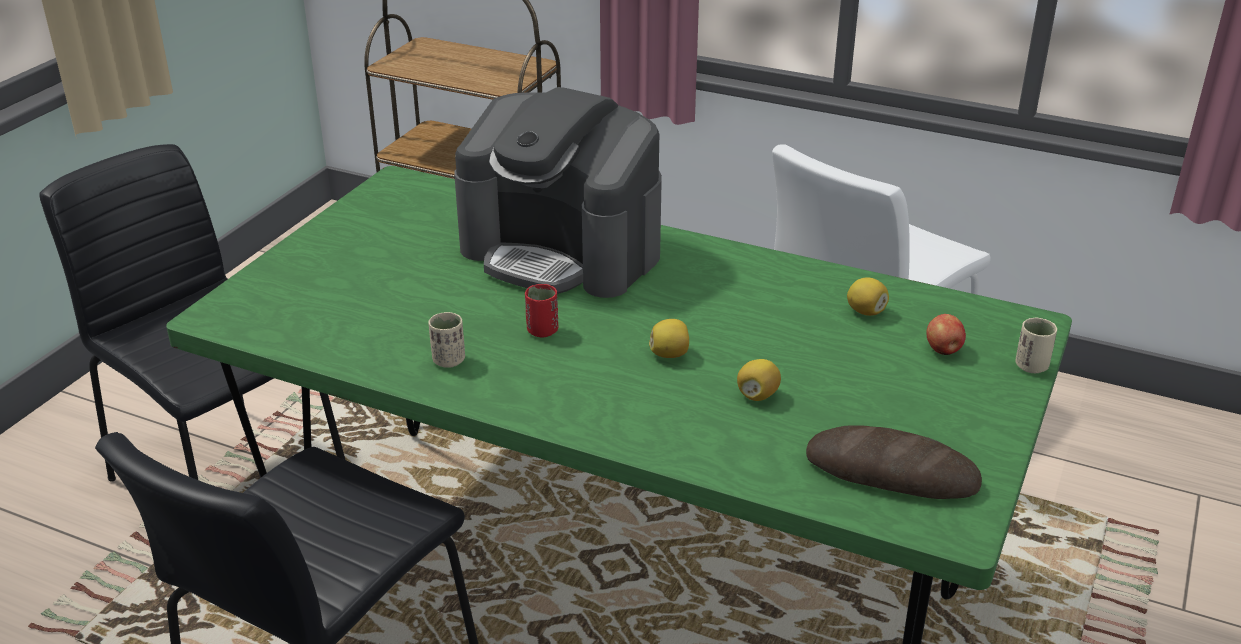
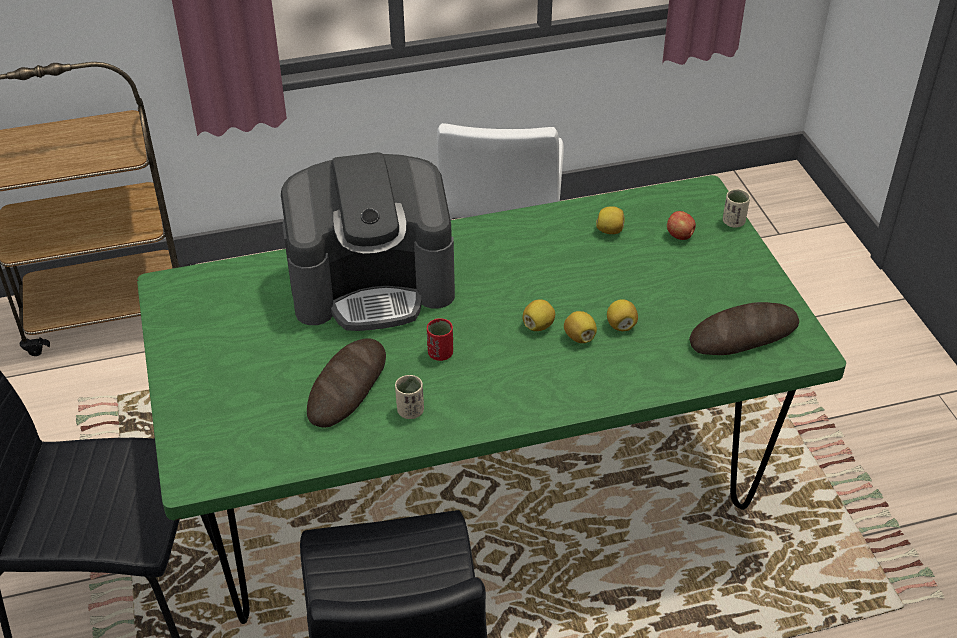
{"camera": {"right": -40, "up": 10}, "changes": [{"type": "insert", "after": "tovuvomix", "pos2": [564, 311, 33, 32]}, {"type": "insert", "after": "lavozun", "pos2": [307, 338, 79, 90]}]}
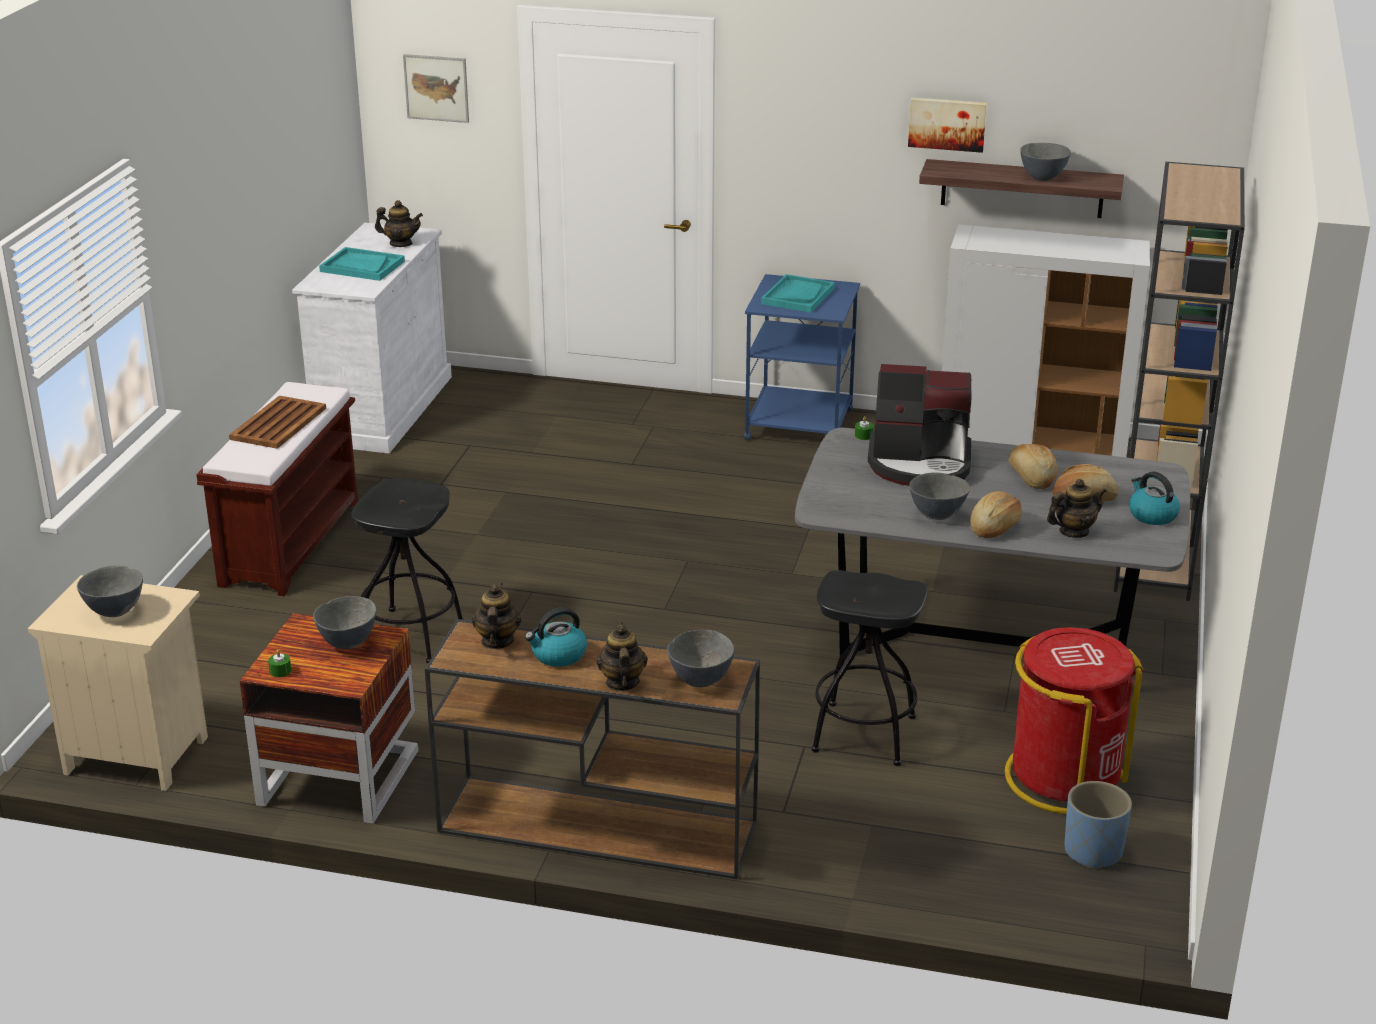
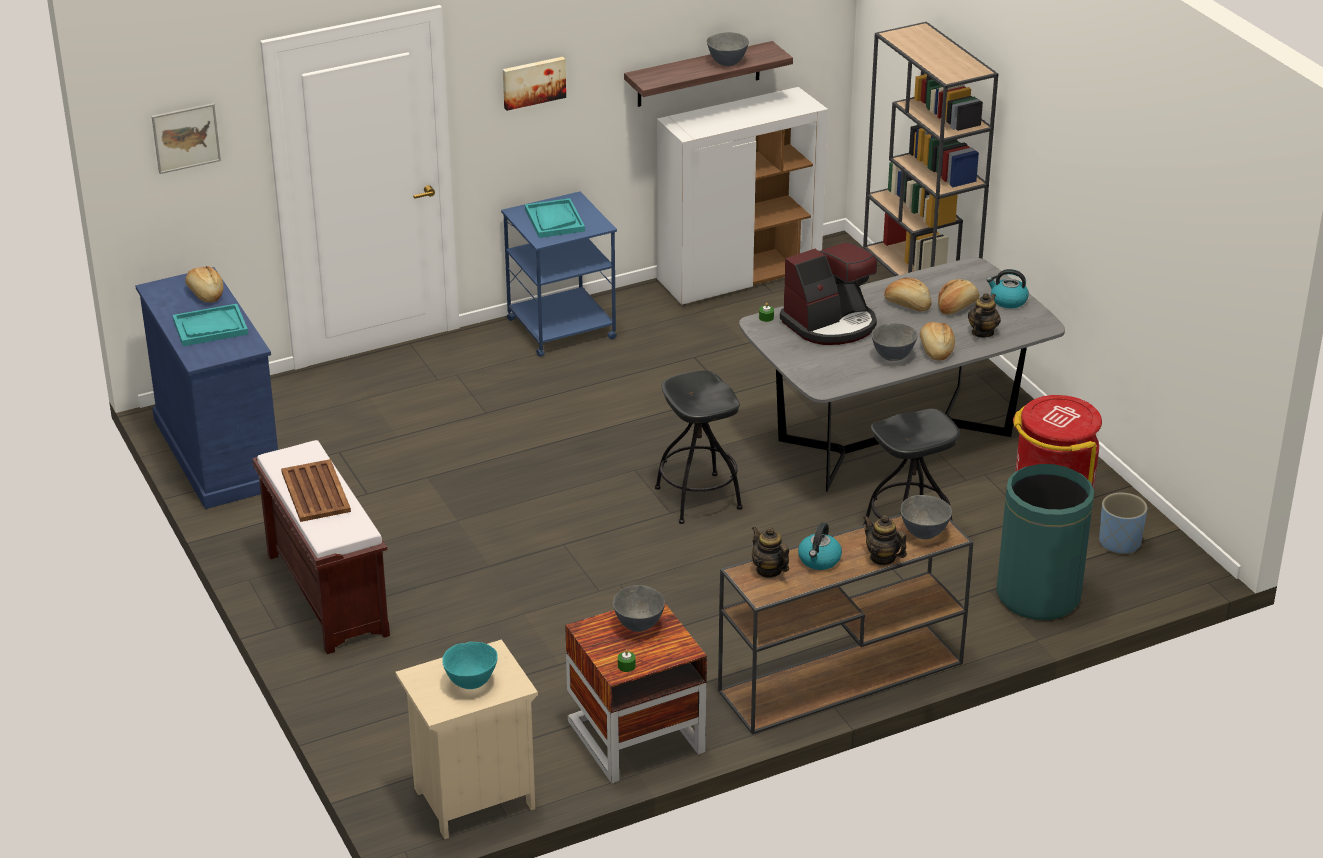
{"camera": {"right": -40, "up": 5}, "changes": [{"type": "move", "before": "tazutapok", "pos1": [908, 97, 79, 56], "pos2": [503, 57, 63, 54]}, {"type": "replace", "before": "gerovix", "after": "lavozun", "pos1": [375, 200, 48, 47], "pos2": [185, 266, 38, 37]}, {"type": "recolor", "before": "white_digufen", "after": "blue_digufen", "pos1": [292, 223, 160, 231], "pos2": [136, 267, 142, 242]}, {"type": "move", "before": "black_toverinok", "pos1": [351, 478, 113, 186], "pos2": [655, 370, 88, 154]}, {"type": "recolor", "before": "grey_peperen", "after": "turquoise_peperen", "pos1": [77, 565, 66, 52], "pos2": [442, 642, 56, 47]}, {"type": "insert", "after": "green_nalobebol", "pos2": [996, 464, 98, 156]}]}
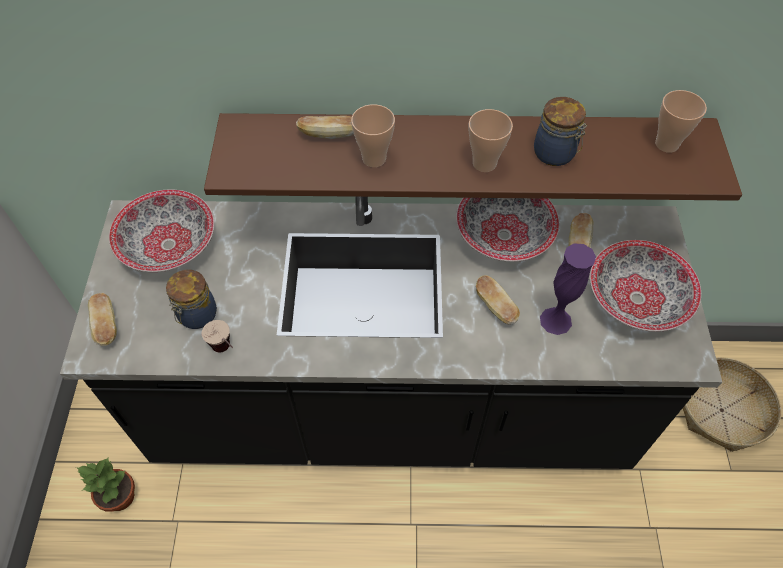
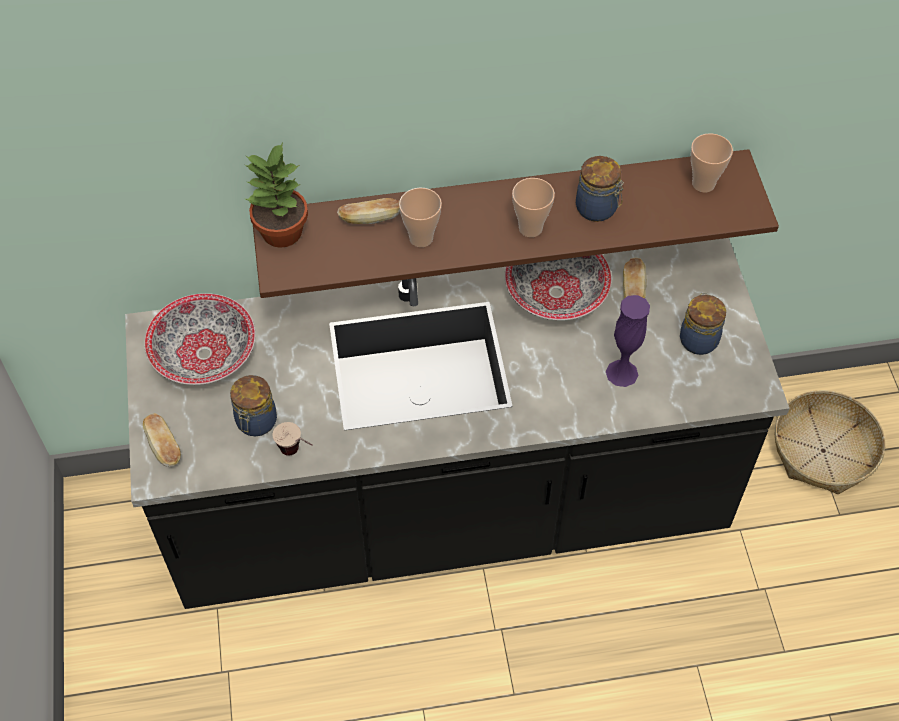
{"camera": {"right": -10, "up": 0}, "changes": [{"type": "replace", "before": "peperen", "after": "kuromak", "pos1": [590, 240, 111, 92], "pos2": [680, 292, 46, 63]}, {"type": "delete", "before": "lavozun", "pos1": [476, 275, 44, 49]}, {"type": "move", "before": "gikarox", "pos1": [76, 457, 59, 54], "pos2": [245, 143, 63, 105]}]}
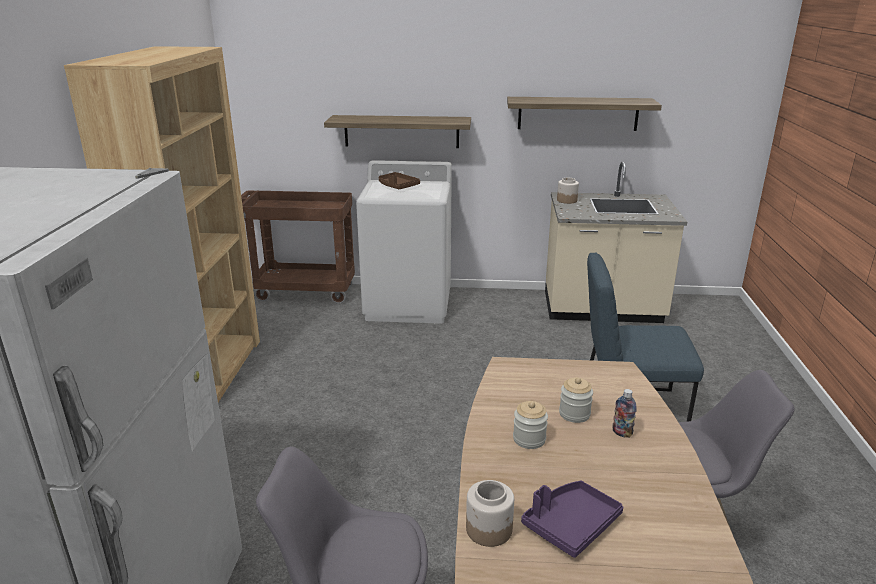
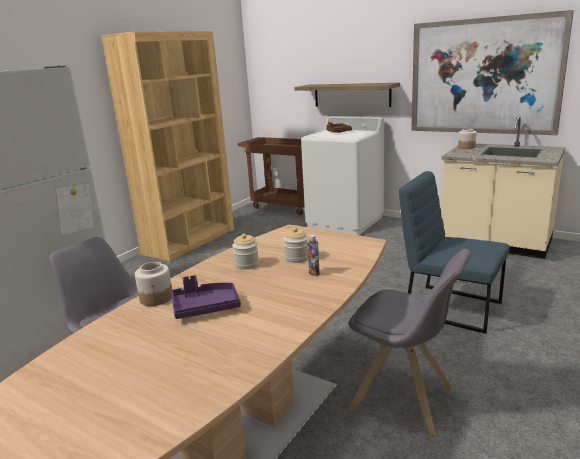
{"camera": {"right": 30, "up": -5}, "changes": [{"type": "replace", "before": "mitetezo", "after": "tazutapok", "pos1": [507, 97, 155, 34], "pos2": [411, 10, 163, 125]}]}
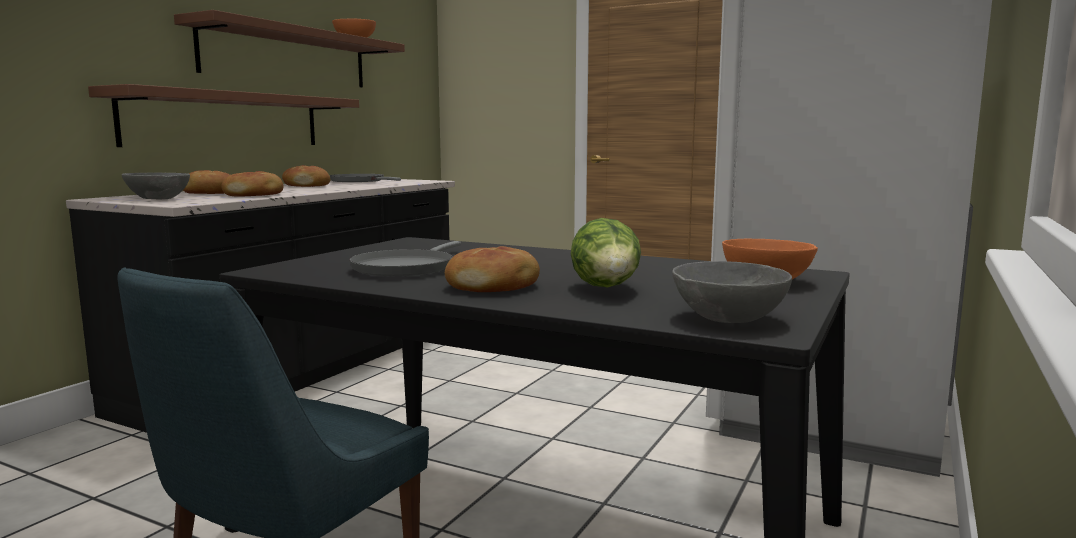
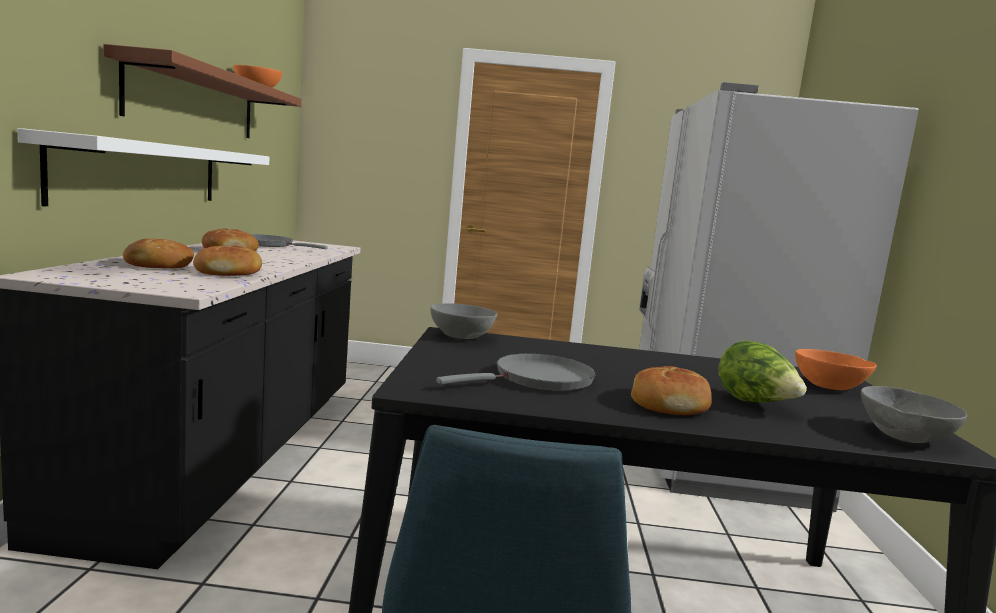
{"camera": {"right": -25, "up": 0}, "changes": [{"type": "recolor", "before": "brown_mitetezo", "after": "white_mitetezo", "pos1": [88, 84, 271, 63], "pos2": [18, 128, 251, 78]}, {"type": "move", "before": "grey_peperen", "pos1": [122, 173, 68, 26], "pos2": [430, 303, 67, 36]}, {"type": "rotate", "before": "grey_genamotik", "pos1": [349, 241, 112, 35], "pos2": [436, 354, 160, 37], "turn": -120}]}
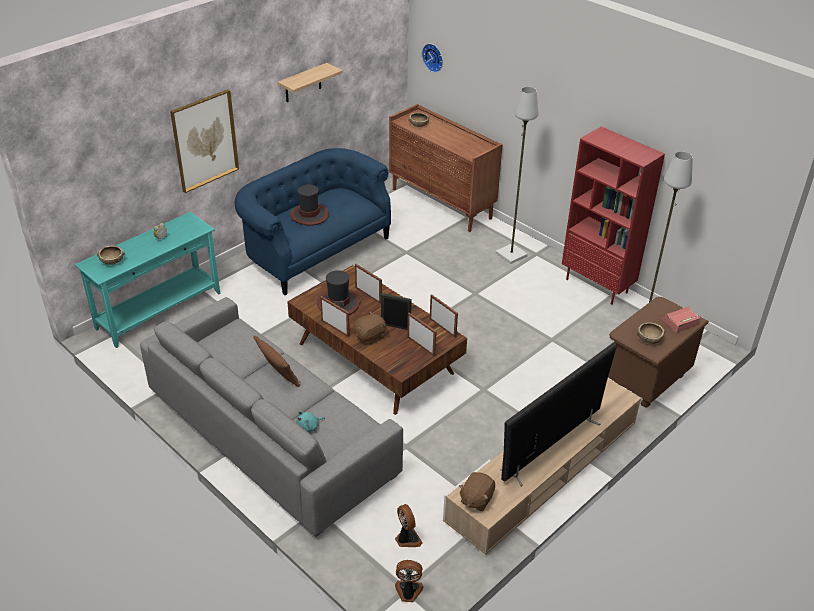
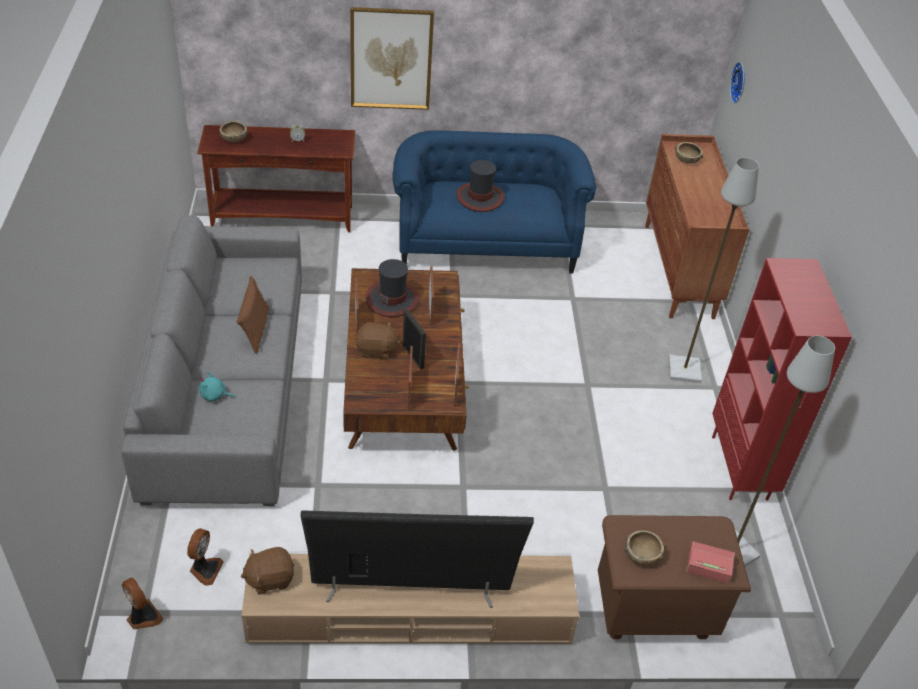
{"camera": {"right": 40, "up": 5}, "changes": [{"type": "delete", "before": "mitetezo", "pos1": [278, 63, 65, 39]}, {"type": "recolor", "before": "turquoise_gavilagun", "after": "brown_gavilagun", "pos1": [75, 212, 145, 136], "pos2": [197, 125, 158, 108]}]}
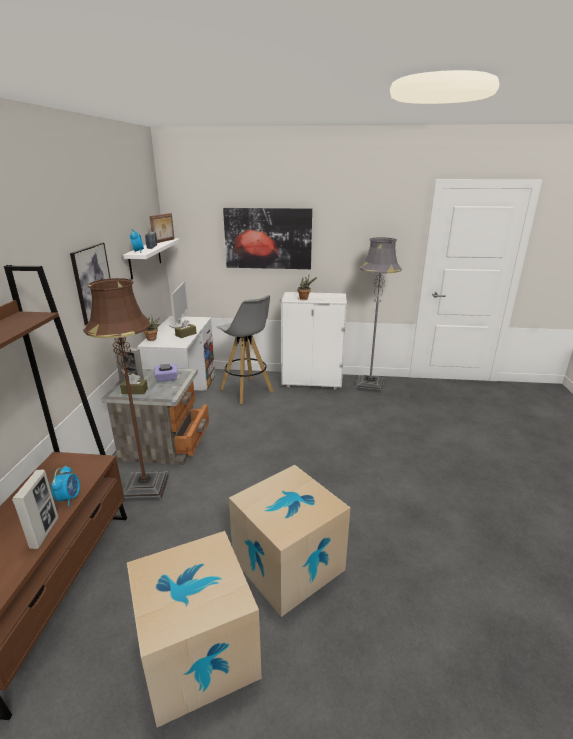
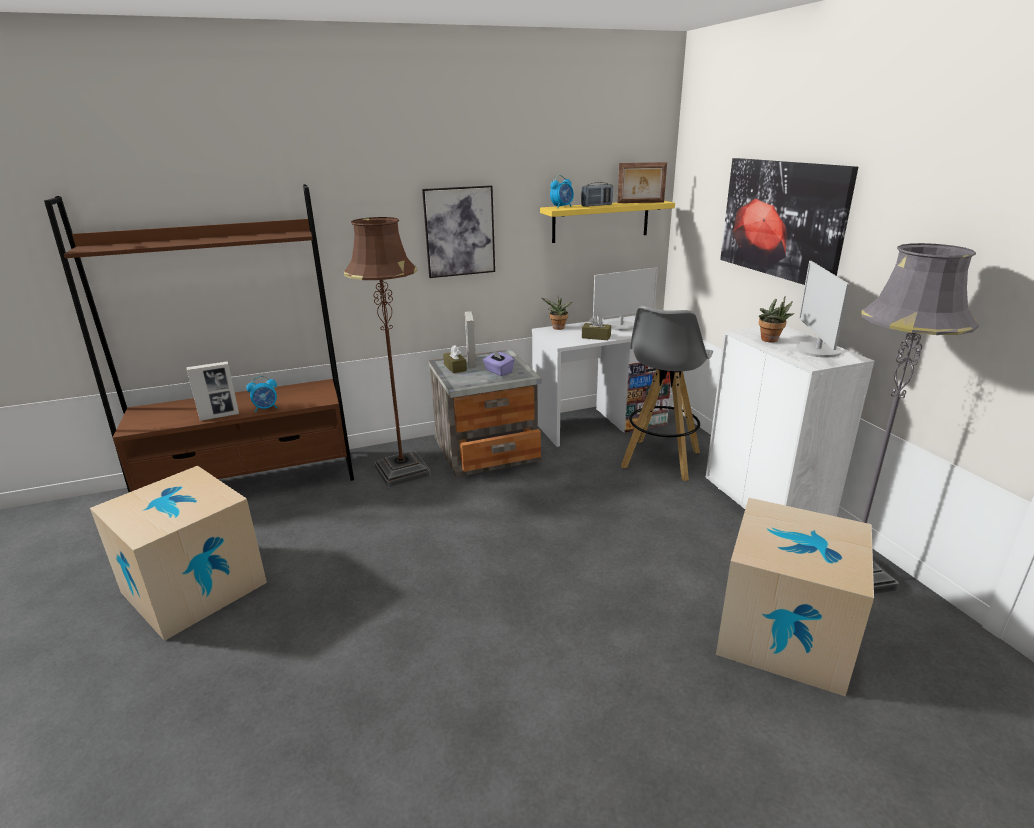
{"camera": {"right": 65, "up": 0}, "changes": [{"type": "recolor", "before": "white_mitetezo", "after": "yellow_mitetezo", "pos1": [123, 238, 57, 42], "pos2": [540, 201, 135, 42]}, {"type": "move", "before": "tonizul", "pos1": [229, 465, 121, 152], "pos2": [716, 498, 158, 198]}, {"type": "insert", "after": "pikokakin", "pos2": [796, 261, 54, 97]}]}
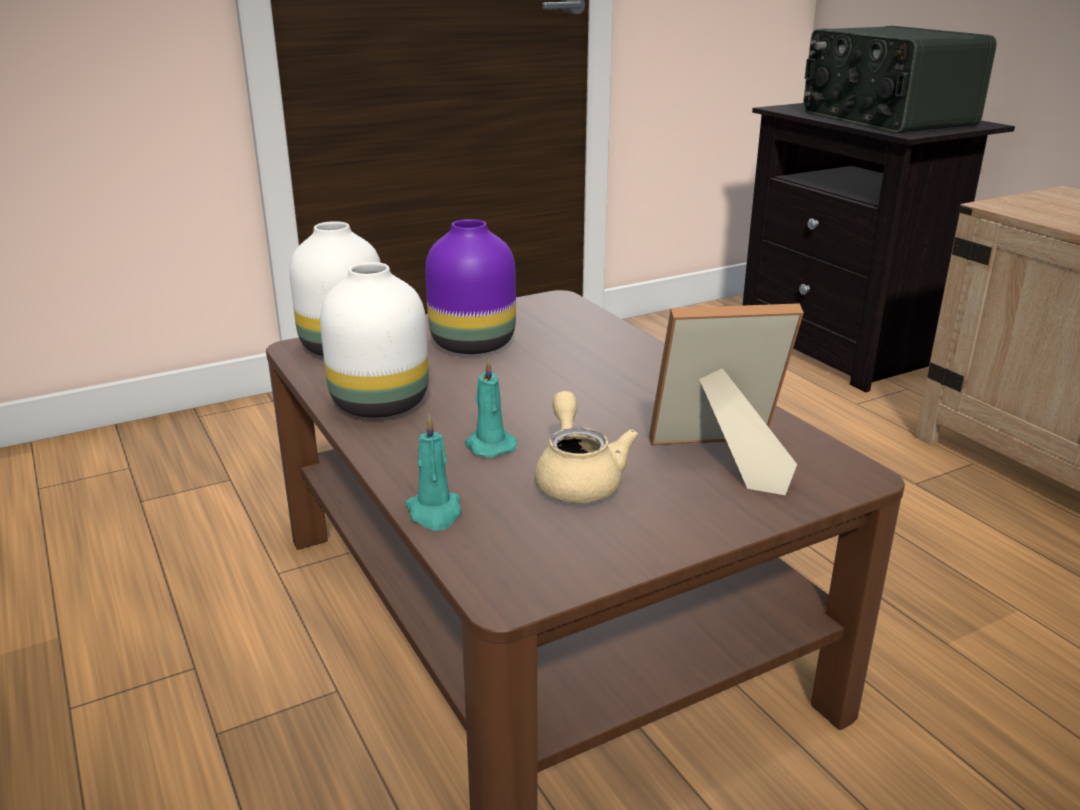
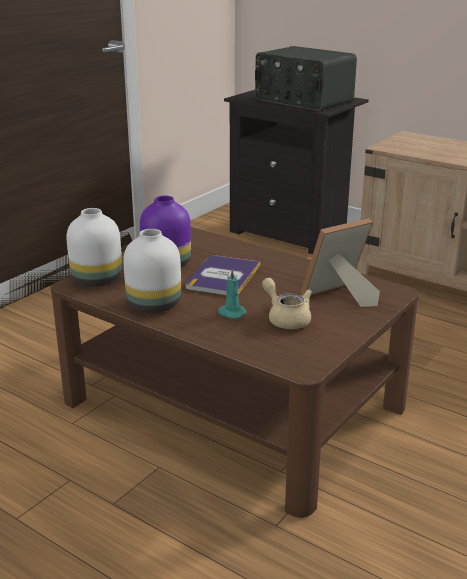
{"camera": {"right": -25, "up": 0}, "changes": [{"type": "delete", "before": "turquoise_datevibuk", "pos1": [406, 415, 55, 116]}, {"type": "insert", "after": "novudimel", "pos2": [186, 255, 74, 41]}]}
